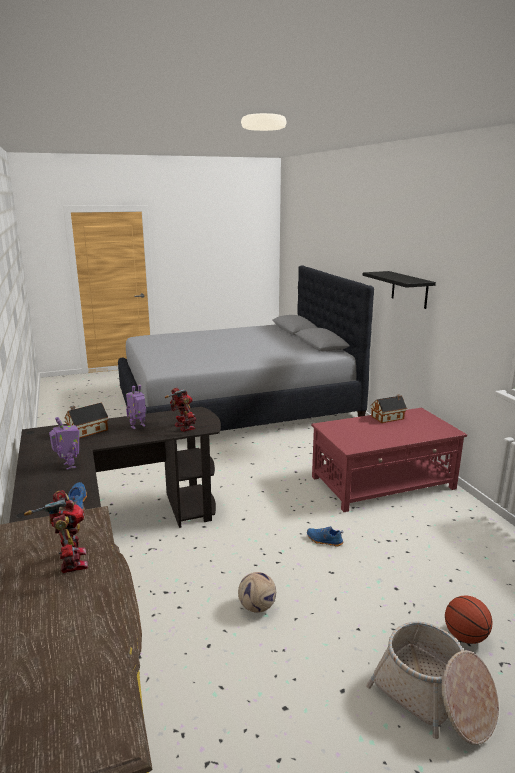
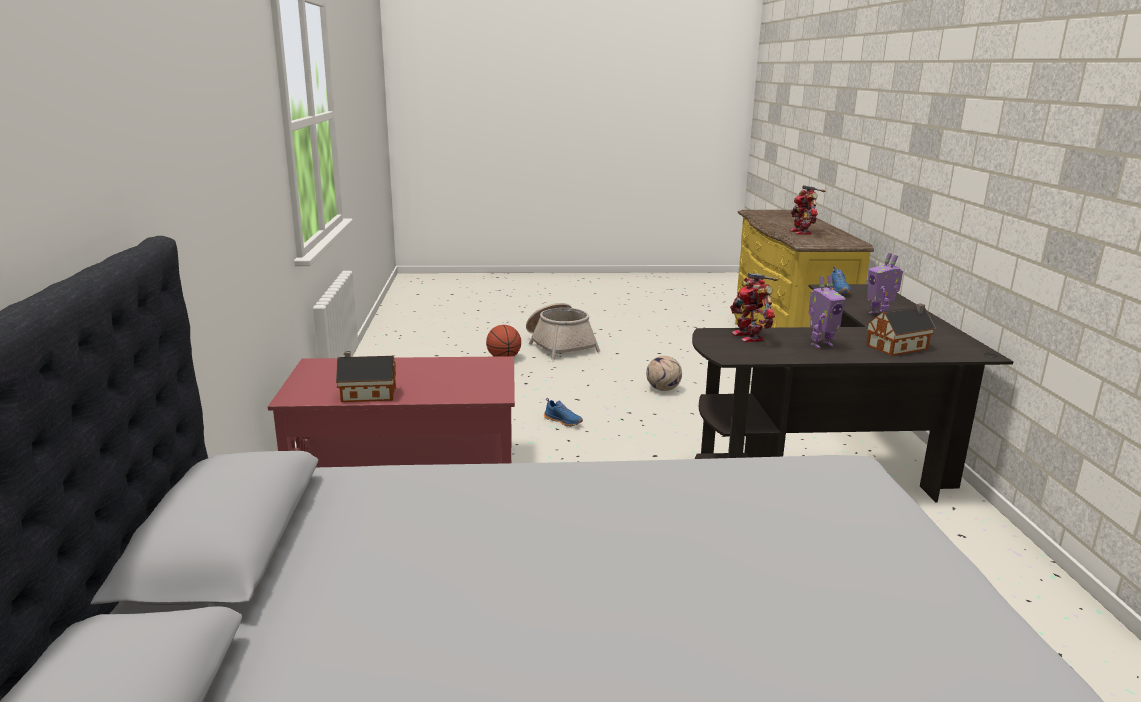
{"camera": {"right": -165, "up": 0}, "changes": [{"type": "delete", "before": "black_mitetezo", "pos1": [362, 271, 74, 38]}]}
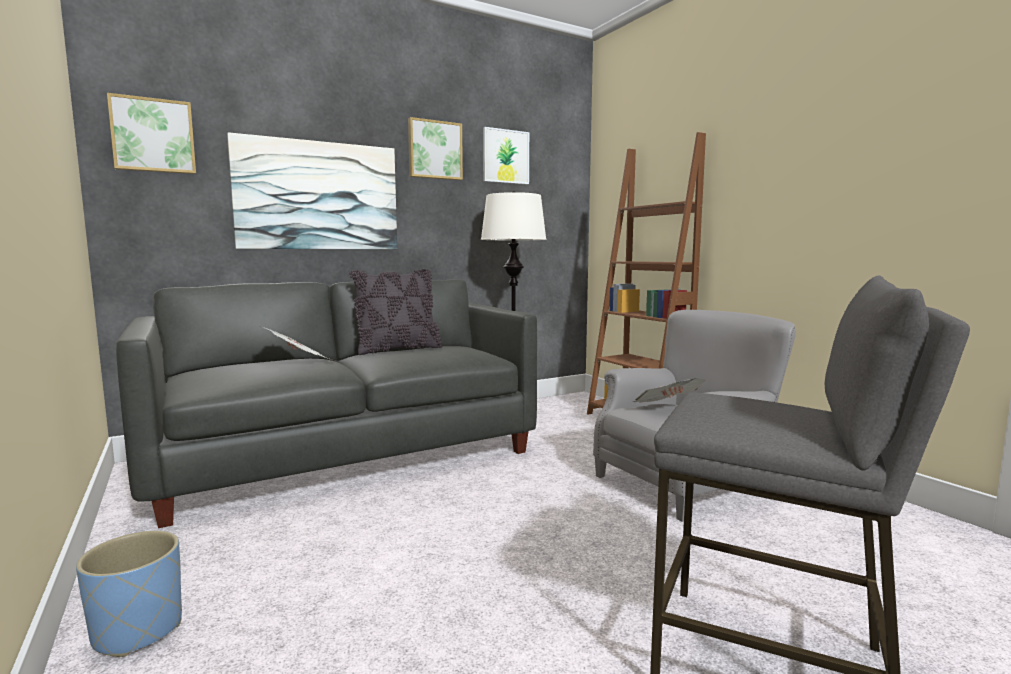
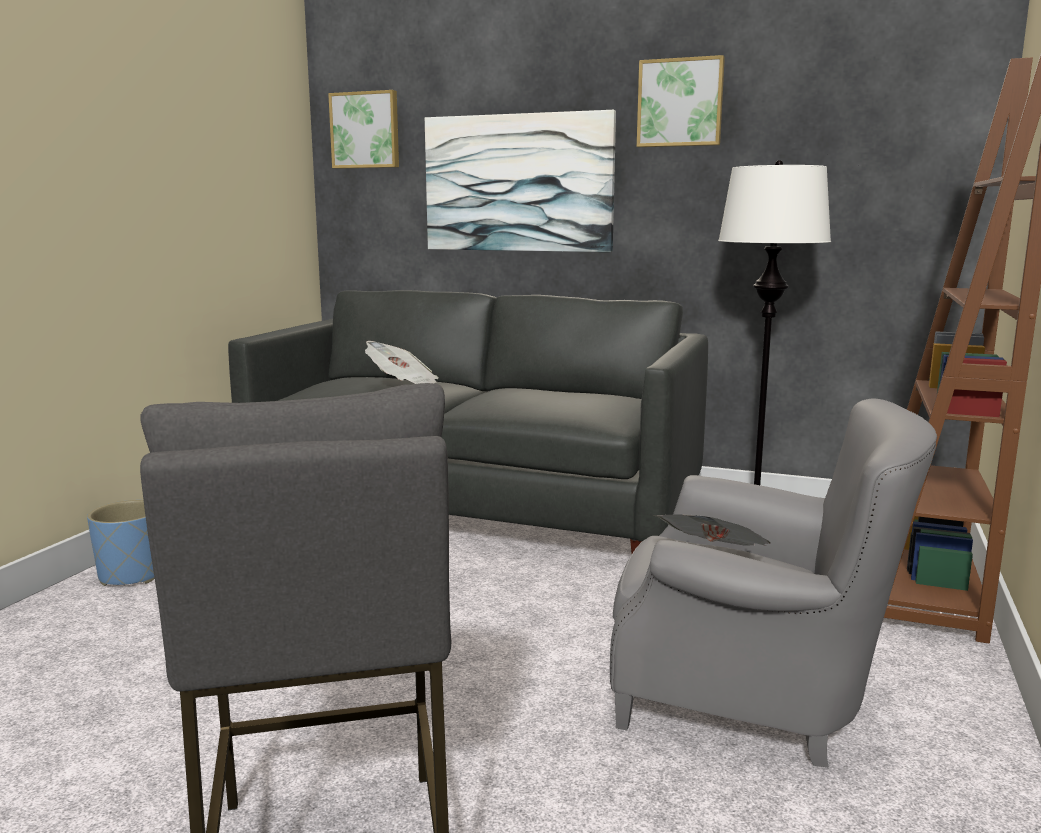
{"camera": {"right": 50, "up": 5}, "changes": [{"type": "delete", "before": "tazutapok", "pos1": [483, 127, 46, 57]}, {"type": "delete", "before": "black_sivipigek", "pos1": [349, 269, 93, 86]}]}
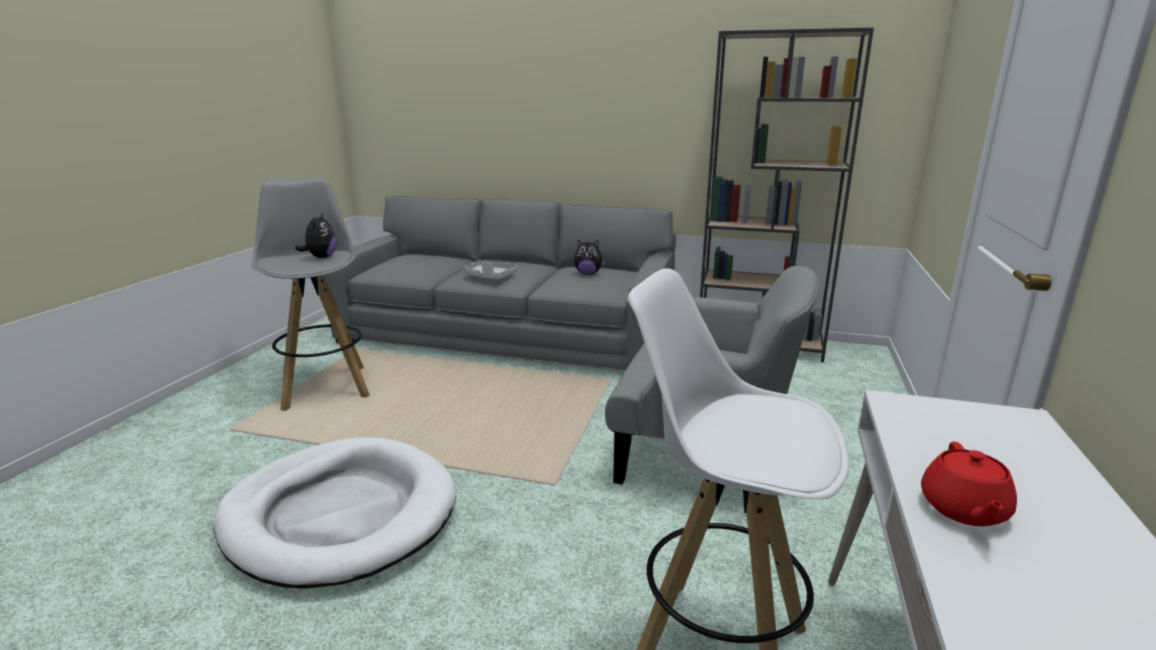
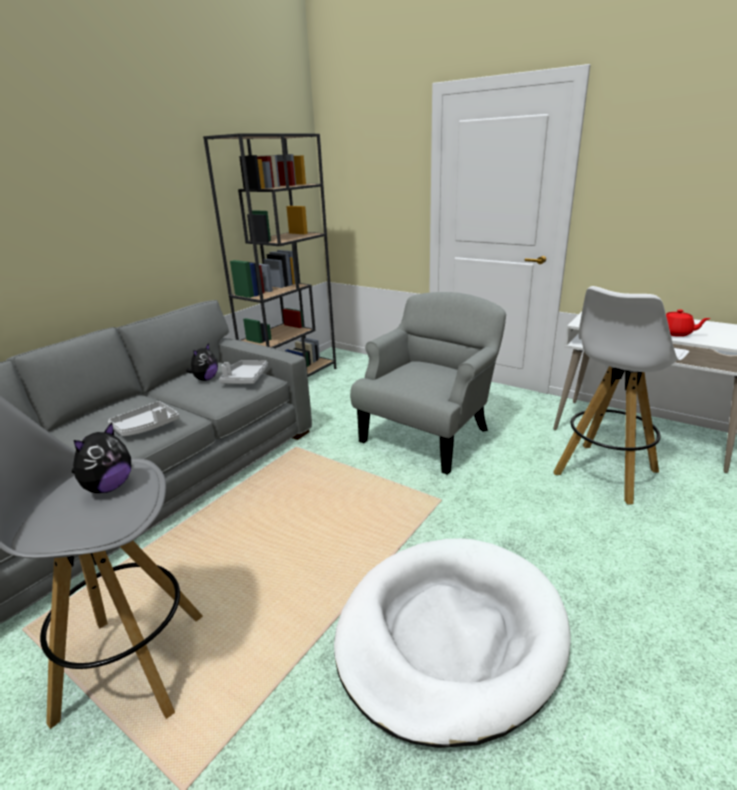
{"camera": {"right": -70, "up": 5}, "changes": [{"type": "rotate", "before": "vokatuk", "pos1": [295, 212, 42, 46], "pos2": [72, 422, 59, 71], "turn": 105}, {"type": "insert", "after": "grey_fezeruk", "pos2": [219, 360, 49, 24]}]}
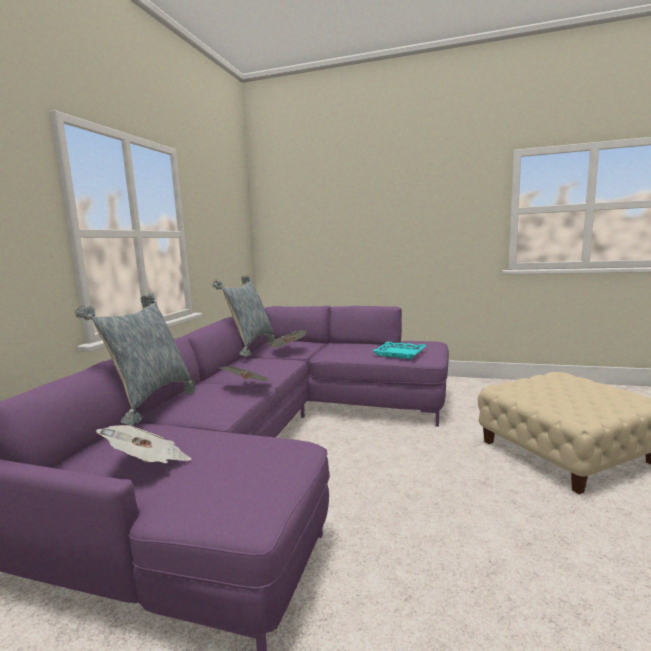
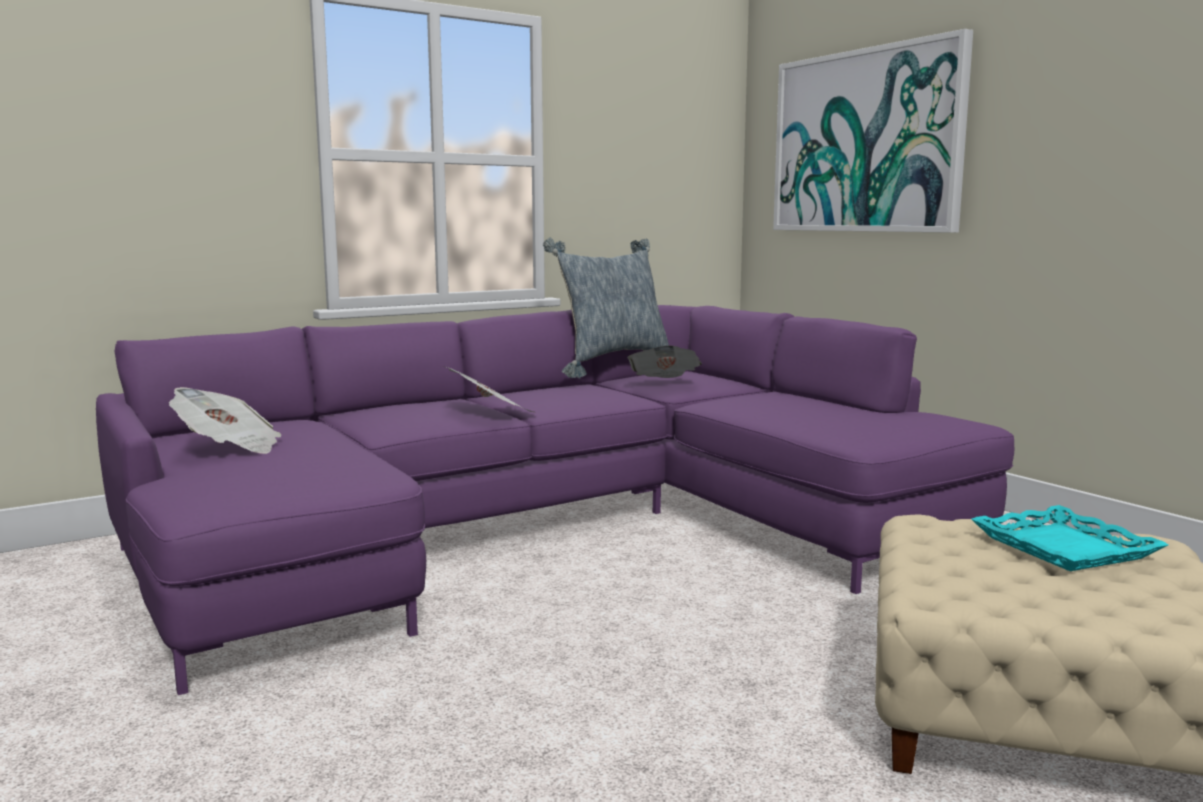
{"camera": {"right": 40, "up": 0}, "changes": [{"type": "delete", "before": "sivipigek", "pos1": [74, 293, 121, 133]}, {"type": "move", "before": "turquoise_fezeruk", "pos1": [373, 341, 53, 18], "pos2": [971, 505, 197, 66]}, {"type": "insert", "after": "tazutapok", "pos2": [773, 29, 200, 204]}]}
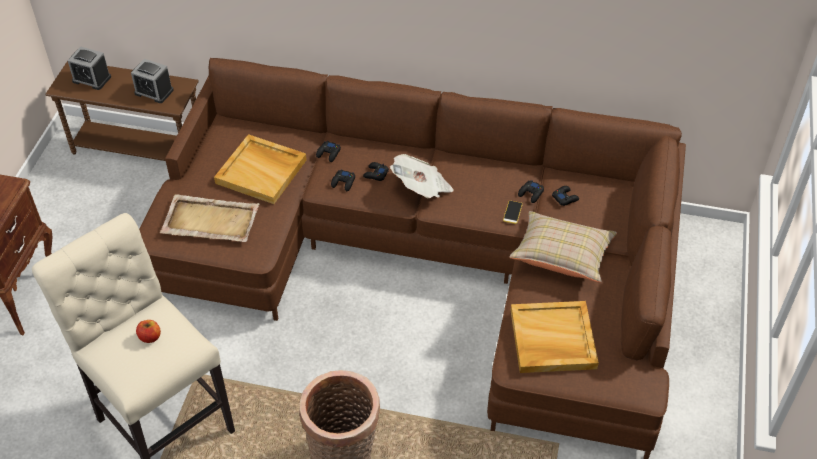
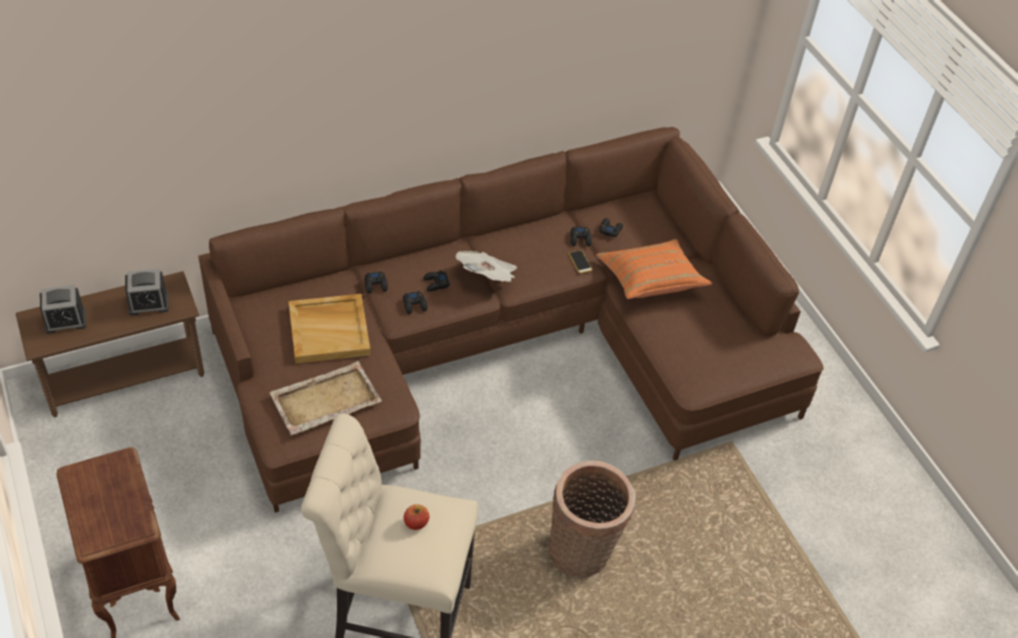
{"camera": {"right": -40, "up": 0}, "changes": [{"type": "recolor", "before": "beige_sivipigek", "after": "orange_sivipigek", "pos1": [509, 211, 108, 71], "pos2": [596, 239, 116, 60]}, {"type": "delete", "before": "beige_fezeruk", "pos1": [511, 301, 88, 72]}]}
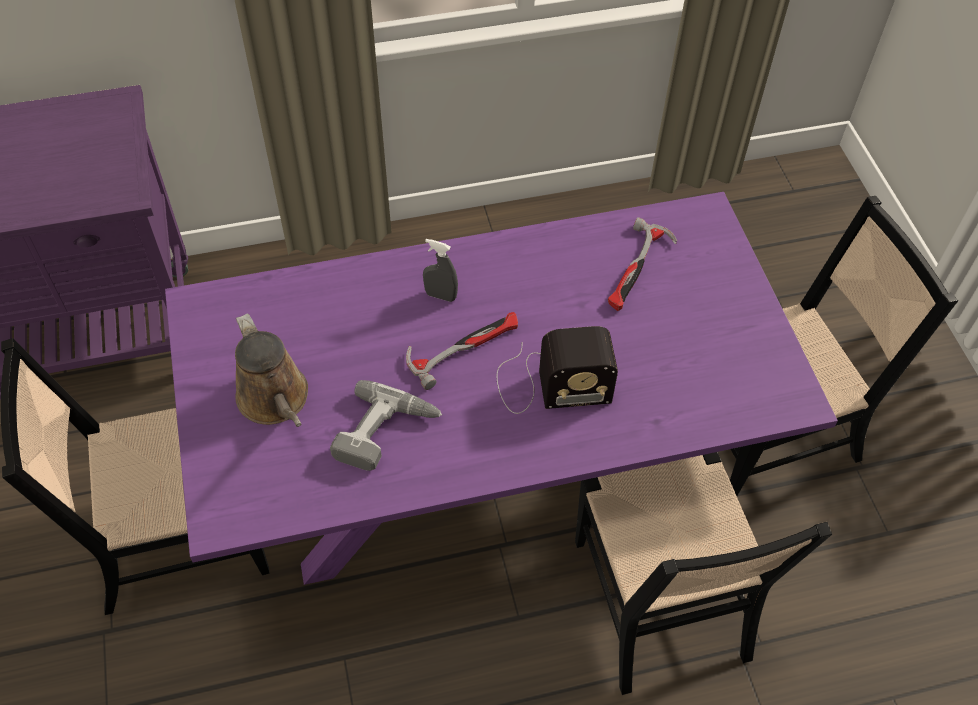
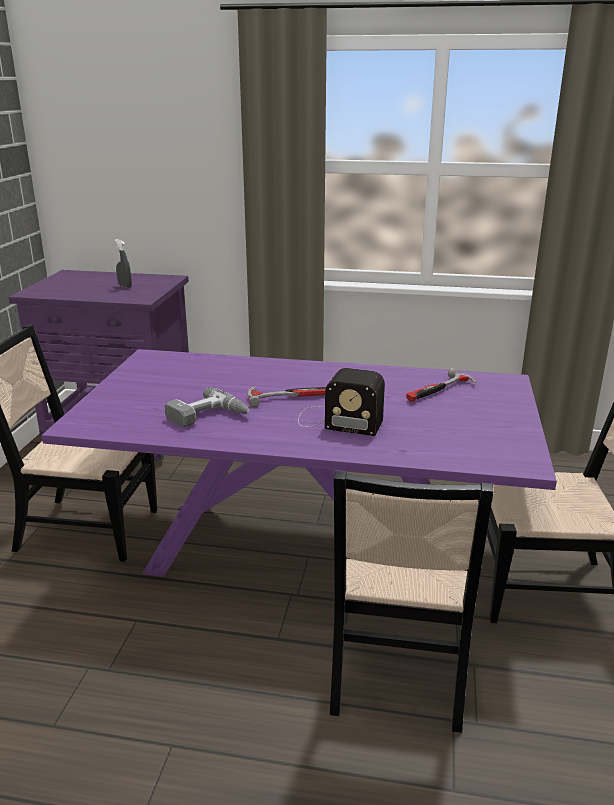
{"camera": {"right": 25, "up": -30}, "changes": [{"type": "move", "before": "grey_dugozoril", "pos1": [423, 239, 35, 63], "pos2": [115, 239, 17, 49]}, {"type": "delete", "before": "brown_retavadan", "pos1": [235, 313, 73, 114]}]}
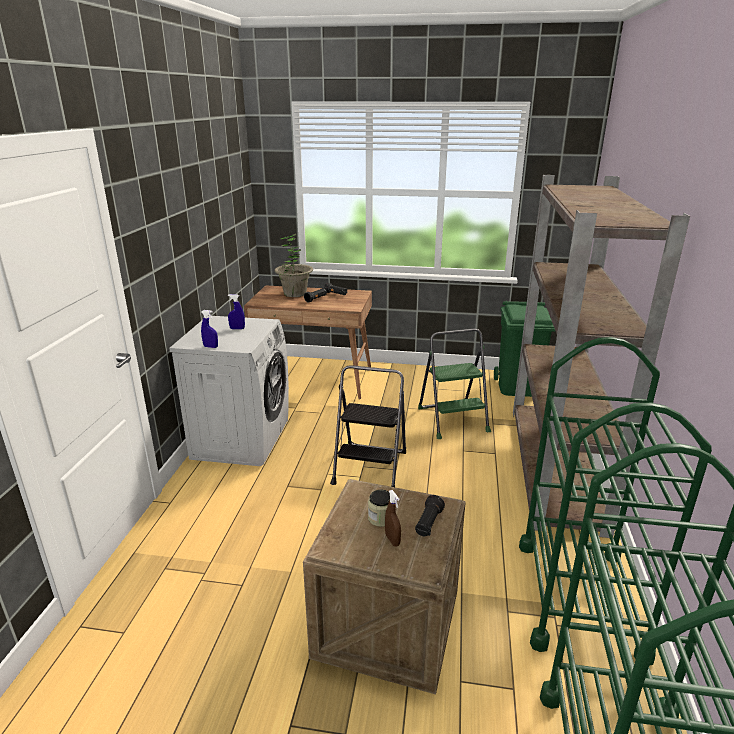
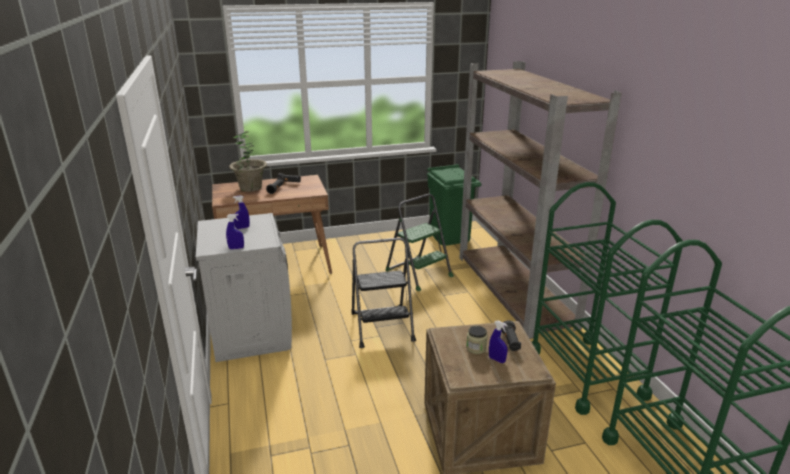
{"camera": {"right": -25, "up": 0}, "changes": [{"type": "recolor", "before": "brown_dugozoril", "after": "blue_dugozoril", "pos1": [385, 490, 16, 56], "pos2": [489, 321, 19, 42]}]}
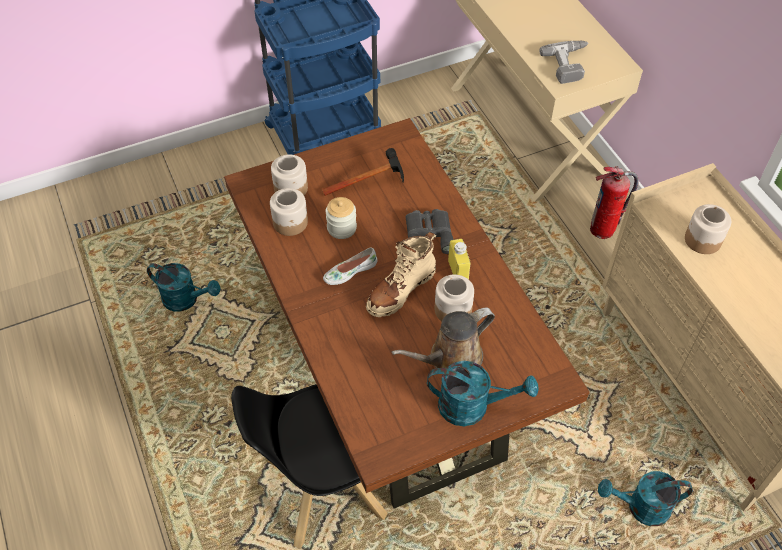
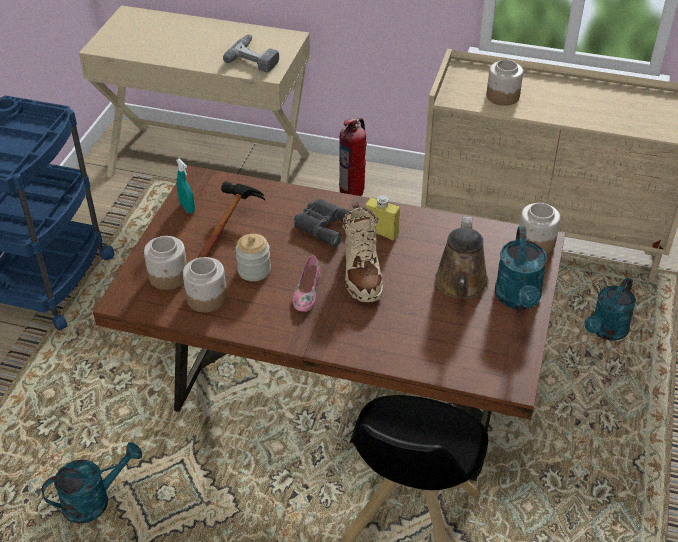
{"camera": {"right": -50, "up": -10}, "changes": [{"type": "recolor", "before": "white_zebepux", "after": "pink_zebepux", "pos1": [323, 247, 54, 38], "pos2": [293, 255, 27, 57]}, {"type": "move", "before": "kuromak", "pos1": [435, 275, 39, 47], "pos2": [519, 203, 42, 51]}, {"type": "rotate", "before": "turquoise_retavadan", "pos1": [427, 361, 112, 65], "pos2": [495, 226, 52, 84], "turn": 135}, {"type": "insert", "after": "turquoise_dugozoril", "pos2": [176, 159, 19, 54]}]}
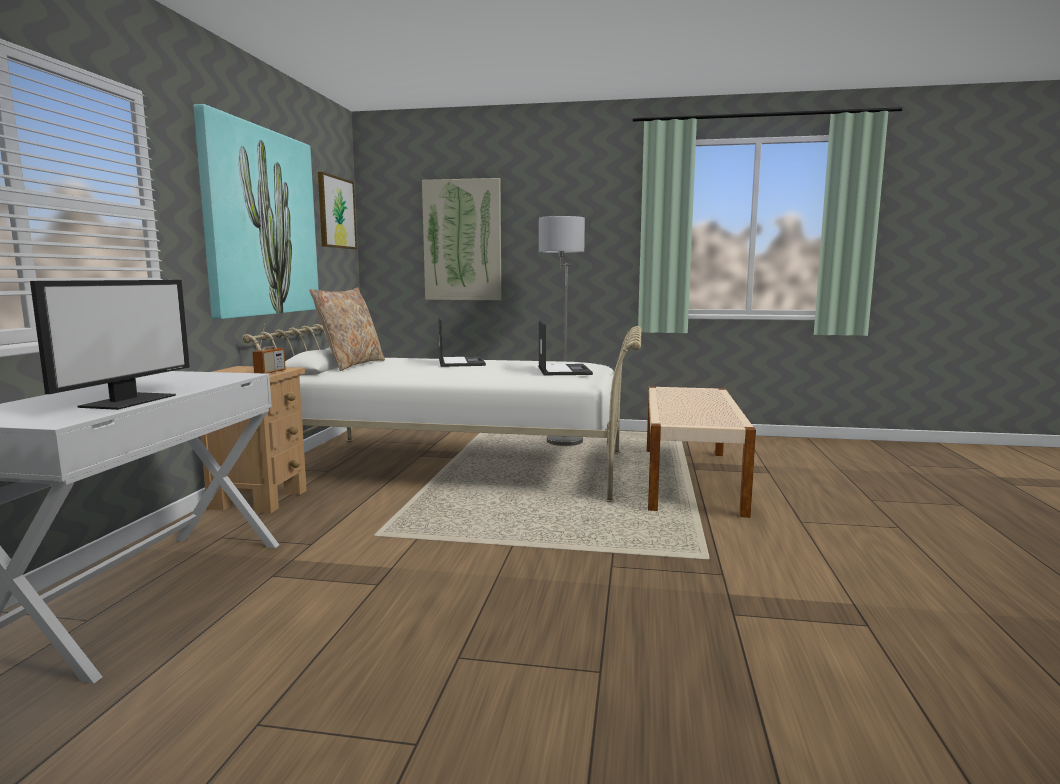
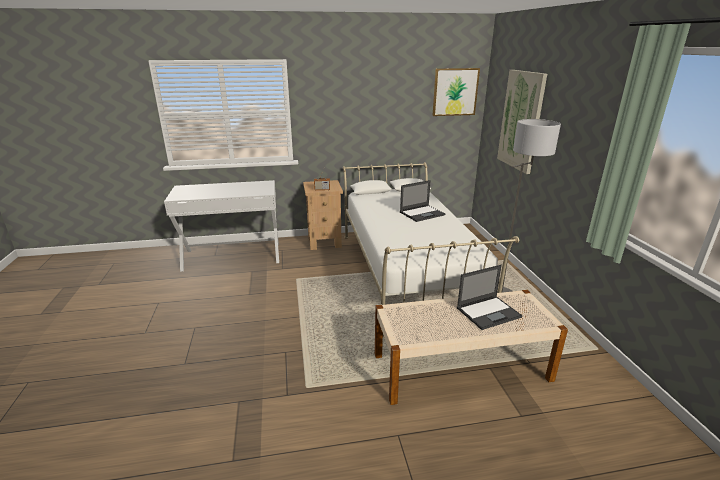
{"camera": {"right": 70, "up": 15}, "changes": [{"type": "delete", "before": "tazutapok", "pos1": [193, 104, 126, 215]}, {"type": "delete", "before": "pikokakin", "pos1": [30, 280, 160, 130]}, {"type": "delete", "before": "beige_sivipigek", "pos1": [310, 287, 75, 84]}, {"type": "move", "before": "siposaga", "pos1": [538, 320, 55, 55], "pos2": [457, 265, 66, 65]}]}
